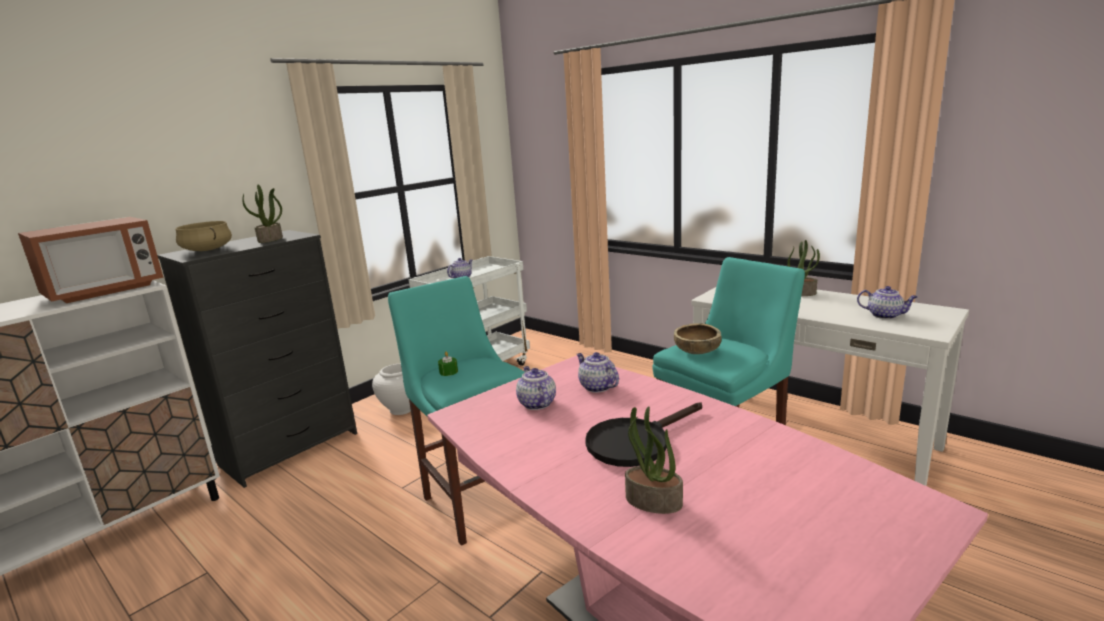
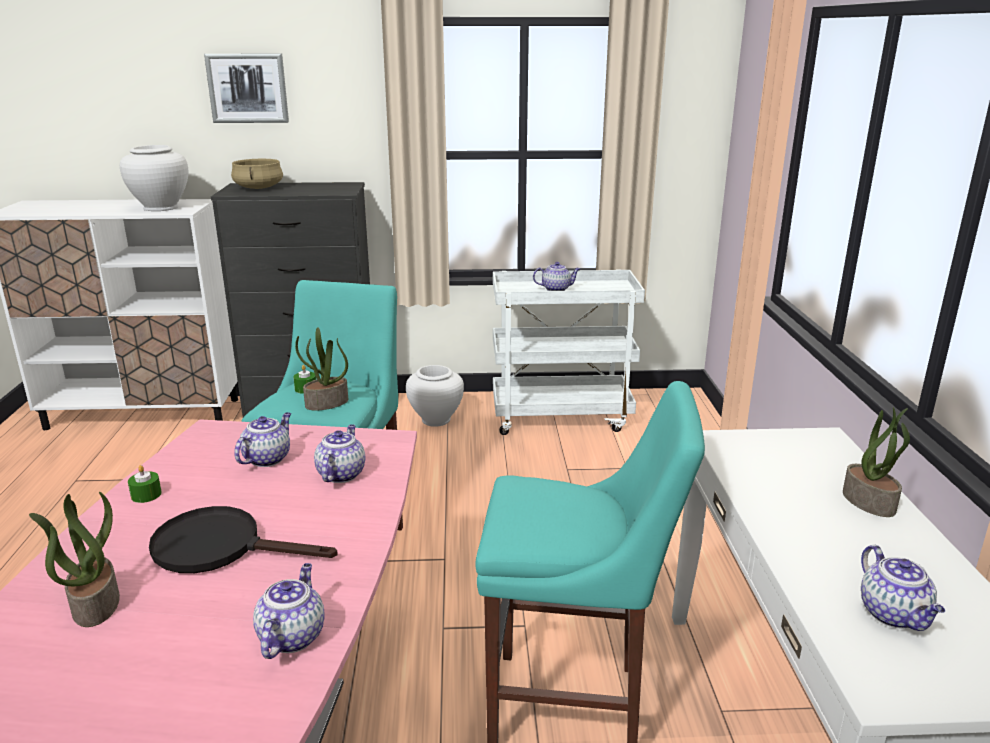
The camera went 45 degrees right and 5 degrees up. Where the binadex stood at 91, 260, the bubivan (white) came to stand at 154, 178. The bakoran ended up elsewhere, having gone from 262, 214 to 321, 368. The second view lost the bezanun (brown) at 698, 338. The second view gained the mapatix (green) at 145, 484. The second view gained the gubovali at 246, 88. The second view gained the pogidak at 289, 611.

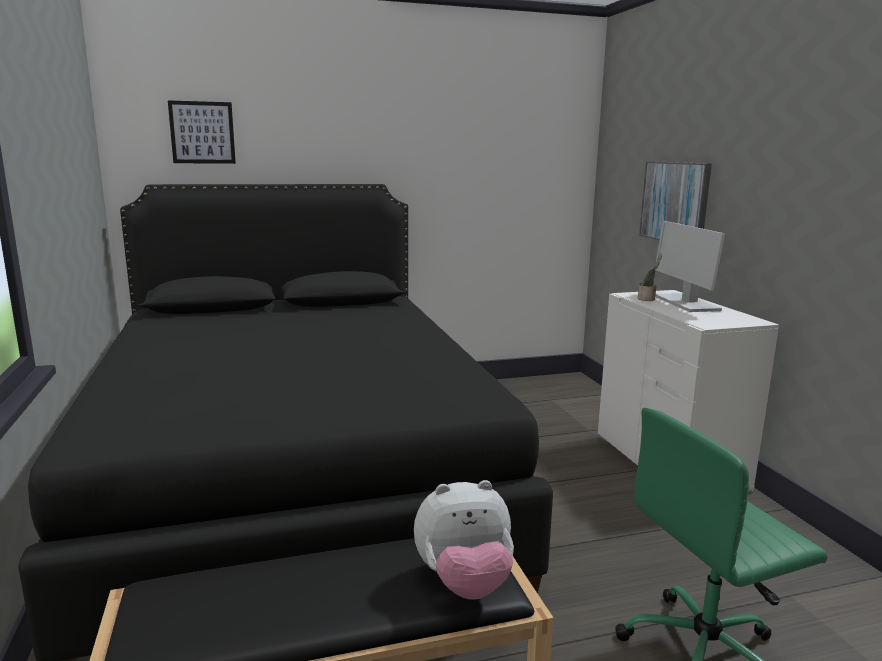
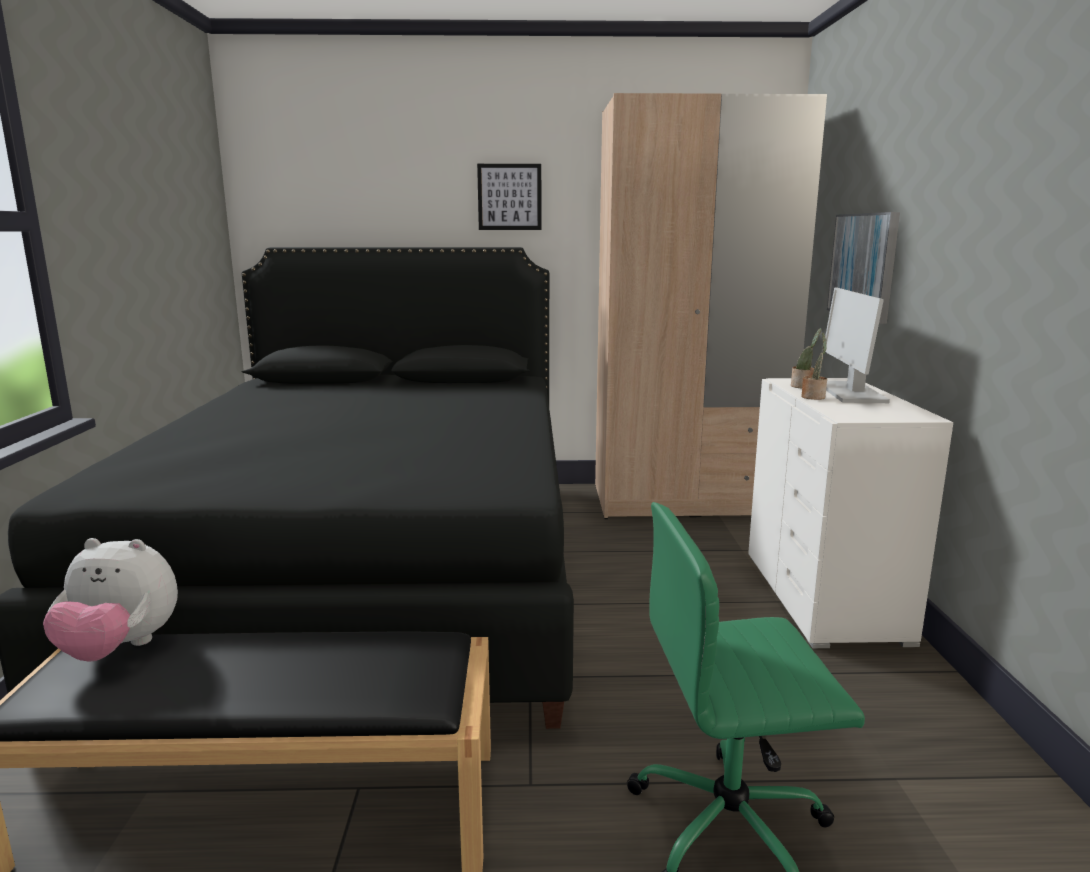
The camera went 15 degrees right and 0 degrees up. The gubovali ended up elsewhere, having gone from 202, 132 to 509, 197. The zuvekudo ended up elsewhere, having gone from 464, 540 to 110, 600. The second view gained the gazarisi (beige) at 711, 306. The second view gained the bakoran at 814, 366.

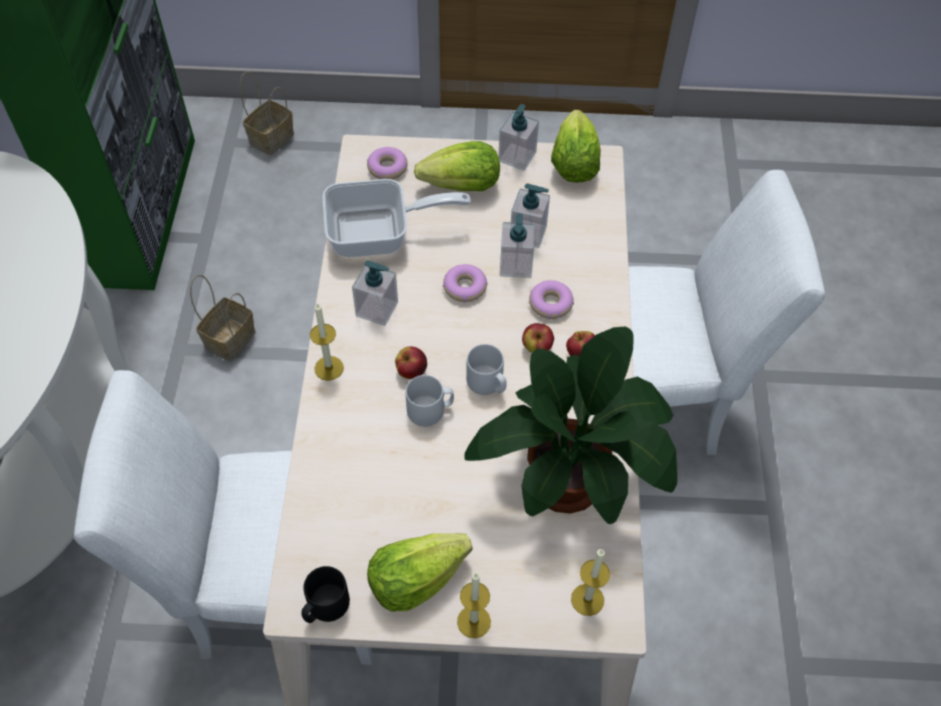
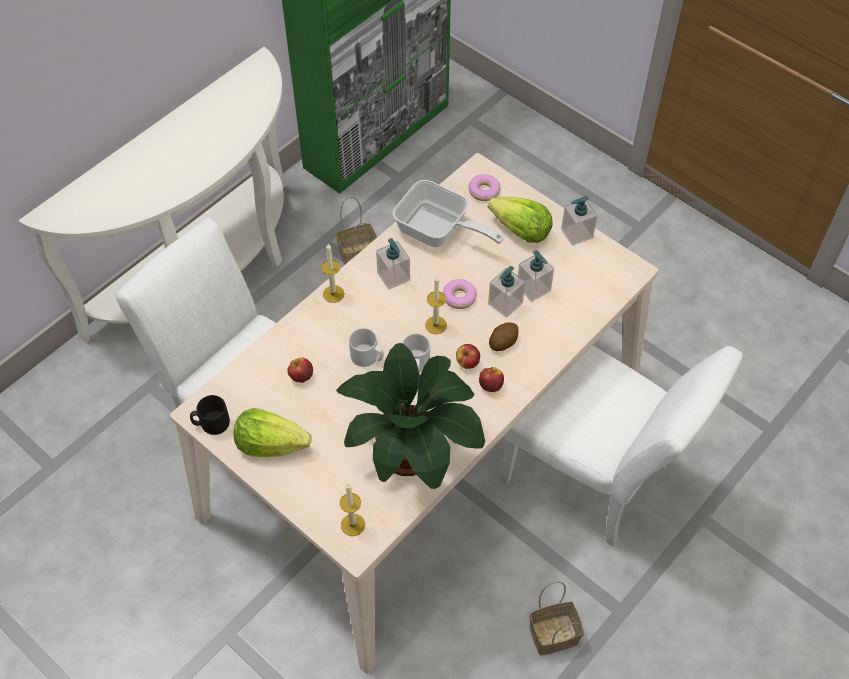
The camera went 40 degrees right and 0 degrees up. The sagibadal ended up elsewhere, having gone from 267, 113 to 557, 618. The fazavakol ended up elsewhere, having gone from 411, 362 to 300, 370. The mapatix ended up elsewhere, having gone from 474, 605 to 436, 305. Where the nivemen stood at 551, 299, the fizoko came to stand at 504, 336. The second view lost the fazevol at 576, 146.

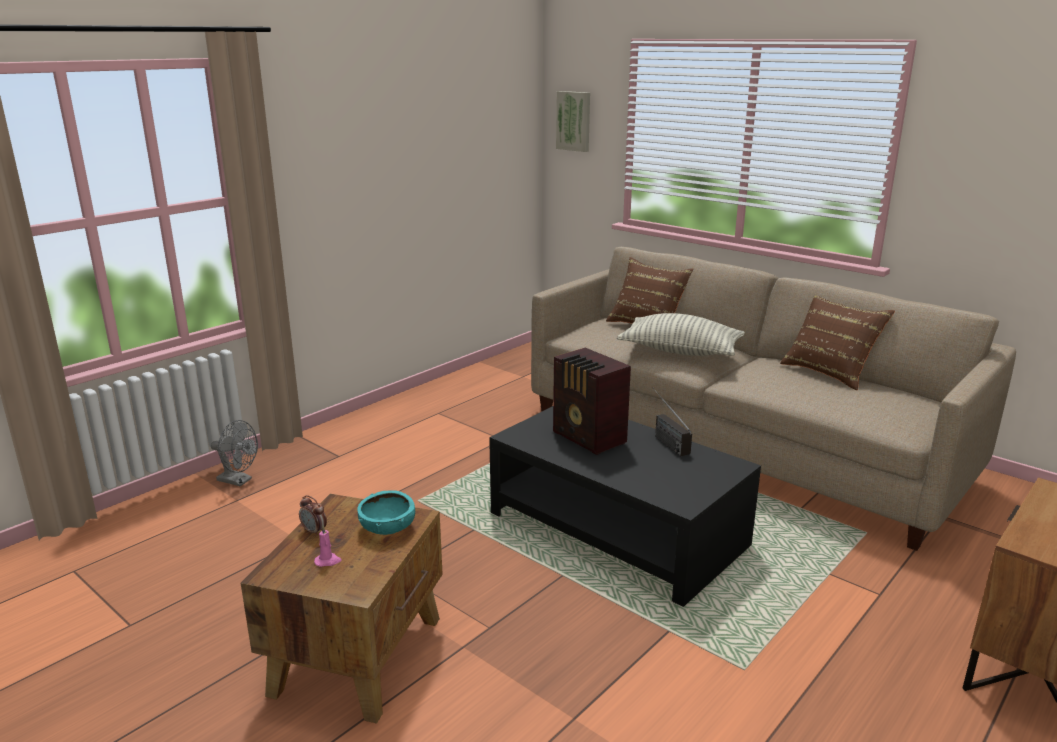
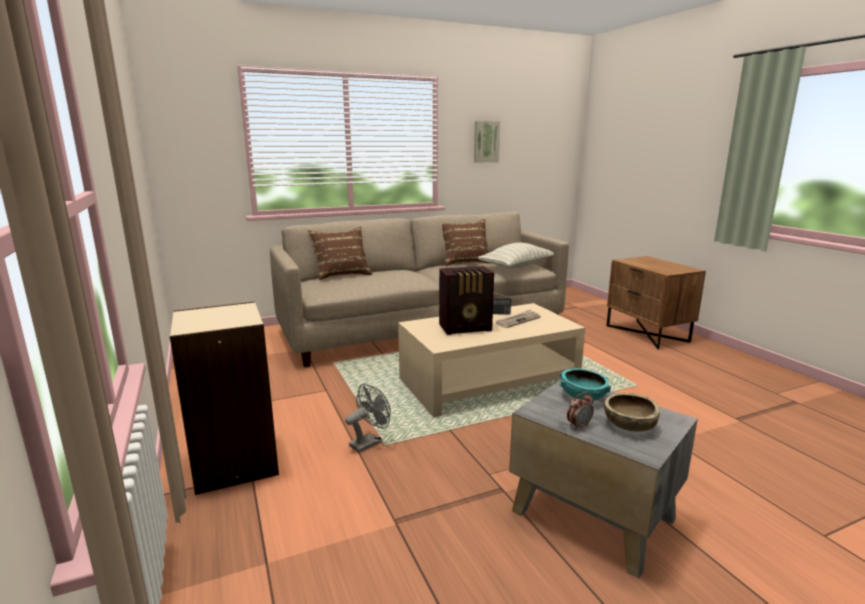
The camera went 65 degrees left and 5 degrees down. The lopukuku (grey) ended up elsewhere, having gone from 234, 453 to 368, 418. What was the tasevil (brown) at 342, 609 turned into the tasevil (grey) at 603, 479. Where the mapatix (pink) stood at 328, 546, the bezanun (brown) came to stand at 631, 412. What was the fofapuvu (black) at 625, 506 turned into the fofapuvu (beige) at 491, 360. The gubovali ended up elsewhere, having gone from 573, 121 to 487, 142. The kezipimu ended up elsewhere, having gone from 681, 334 to 516, 256. The second view gained the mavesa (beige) at 224, 398. The second view gained the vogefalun at 518, 319.

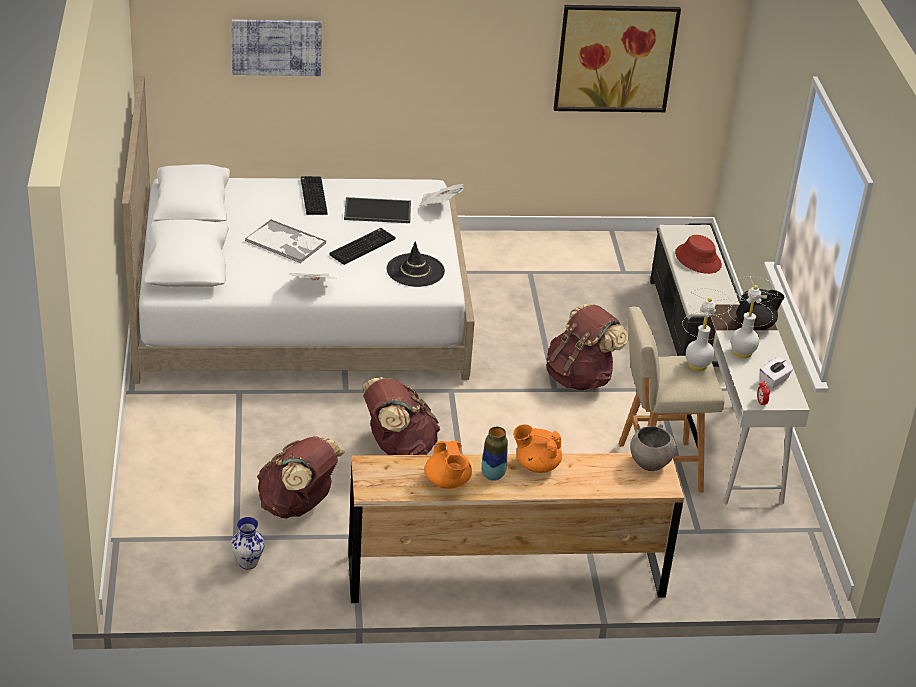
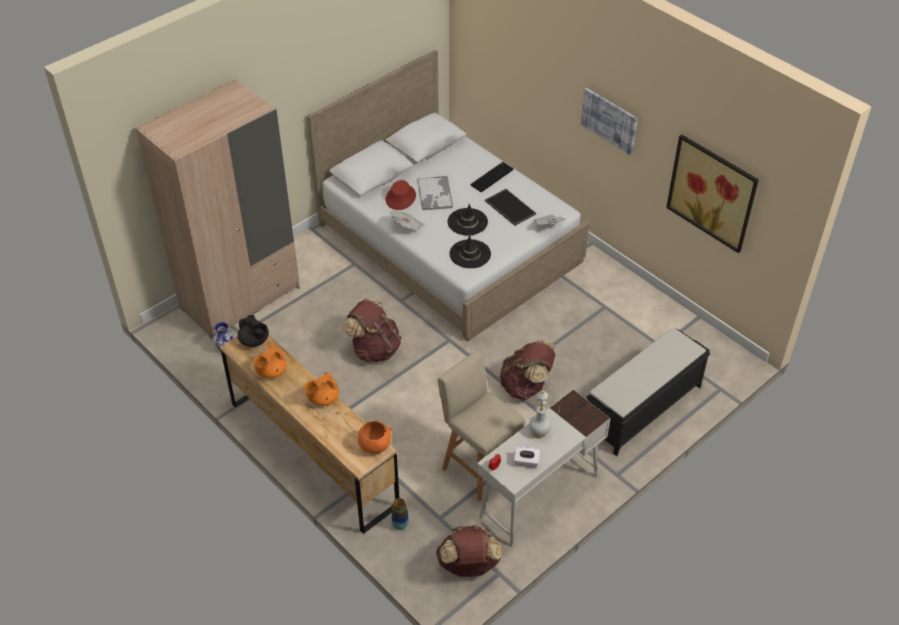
The camera went 55 degrees right and 10 degrees up. The gubovali ended up elsewhere, having gone from 276, 47 to 609, 121. The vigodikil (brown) ended up elsewhere, having gone from 301, 477 to 469, 551. Where the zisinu stood at 362, 246, the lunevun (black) came to stand at 468, 219. The bubivan ended up elsewhere, having gone from 494, 454 to 400, 514. The pogidak (orange) at 537, 448 ended up facing another way, 105 degrees counterclockwise from before. What was the bezanun (grey) at 653, 447 turned into the bezanun (orange) at 375, 437. The lunevun (red) ended up elsewhere, having gone from 698, 254 to 401, 195. The second view lost the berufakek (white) at 707, 329. The pogidak (black) ended up elsewhere, having gone from 760, 309 to 253, 331. The second view gained the gazarisi (beige) at 218, 209.

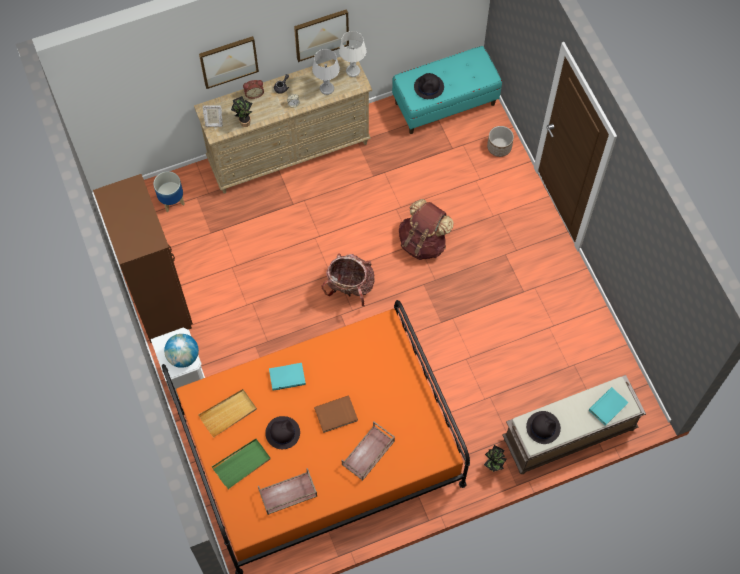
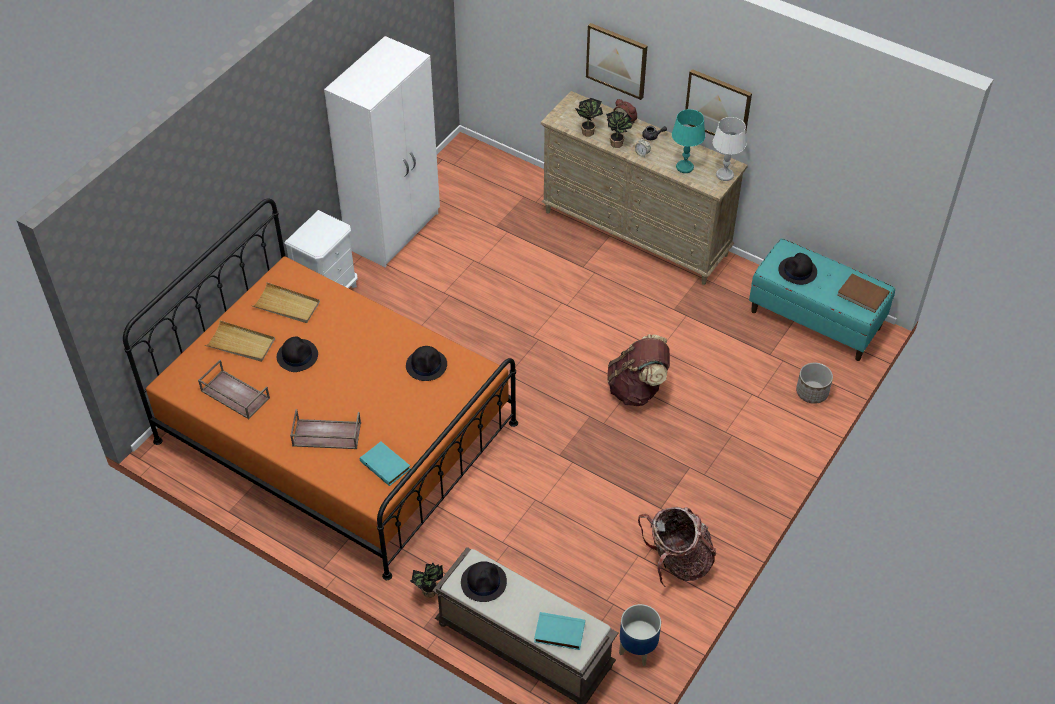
The camera went 55 degrees right and 15 degrees down. What was the gazarisi (brown) at 143, 258 turned into the gazarisi (white) at 382, 151. The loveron ended up elsewhere, having gone from 169, 191 to 640, 635. The second view lost the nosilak at 181, 351. The second view lost the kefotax at 212, 116. What was the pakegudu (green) at 241, 464 turned into the pakegudu (beige) at 240, 341. The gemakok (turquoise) ended up elsewhere, having gone from 287, 377 to 385, 463. What was the berufakek (grey) at 326, 72 turned into the berufakek (turquoise) at 688, 141. The gemakok (brown) ended up elsewhere, having gone from 336, 414 to 863, 293. The vigodikil ended up elsewhere, having gone from 348, 279 to 677, 547. The second view gained the lunevun (black) at 426, 363. The second view gained the bakoran at 620, 129.

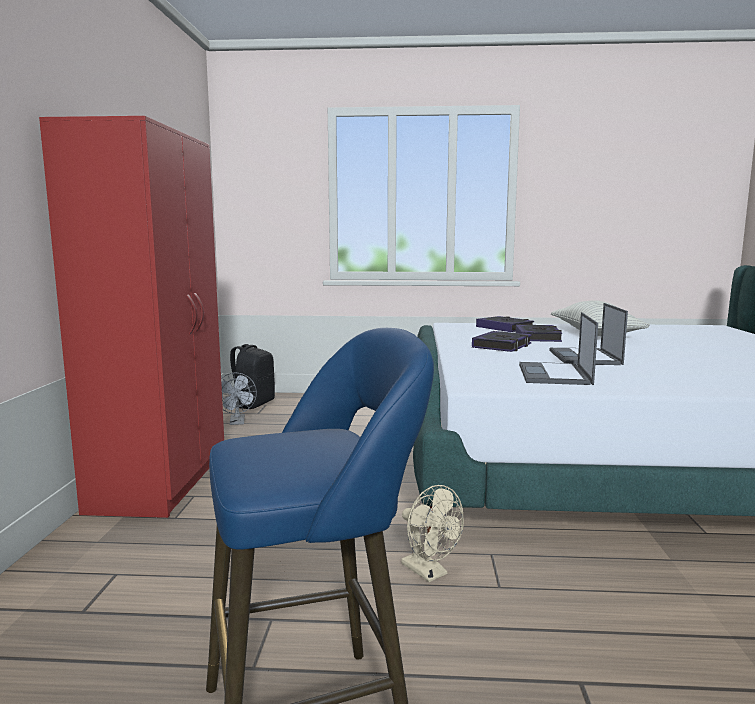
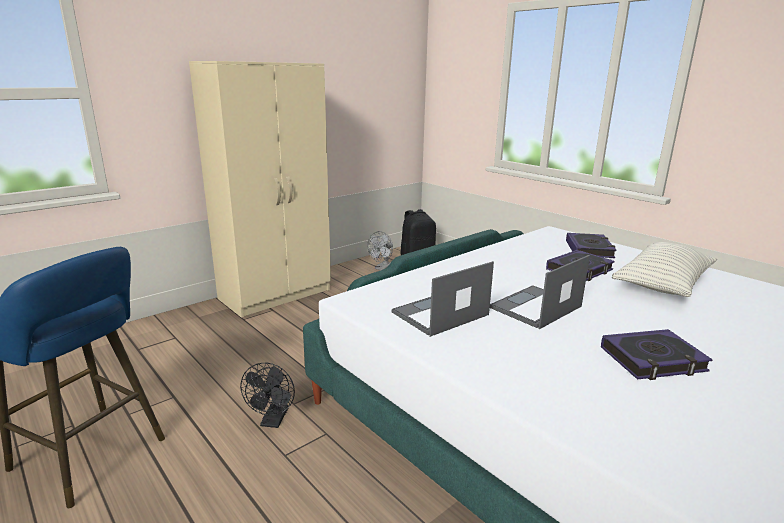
The camera went 45 degrees right and 10 degrees up. What was the gazarisi (red) at 131, 317 turned into the gazarisi (beige) at 260, 189. What was the lopukuku (beige) at 432, 533 turned into the lopukuku (black) at 267, 395. The gemakok ended up elsewhere, having gone from 502, 341 to 657, 354.

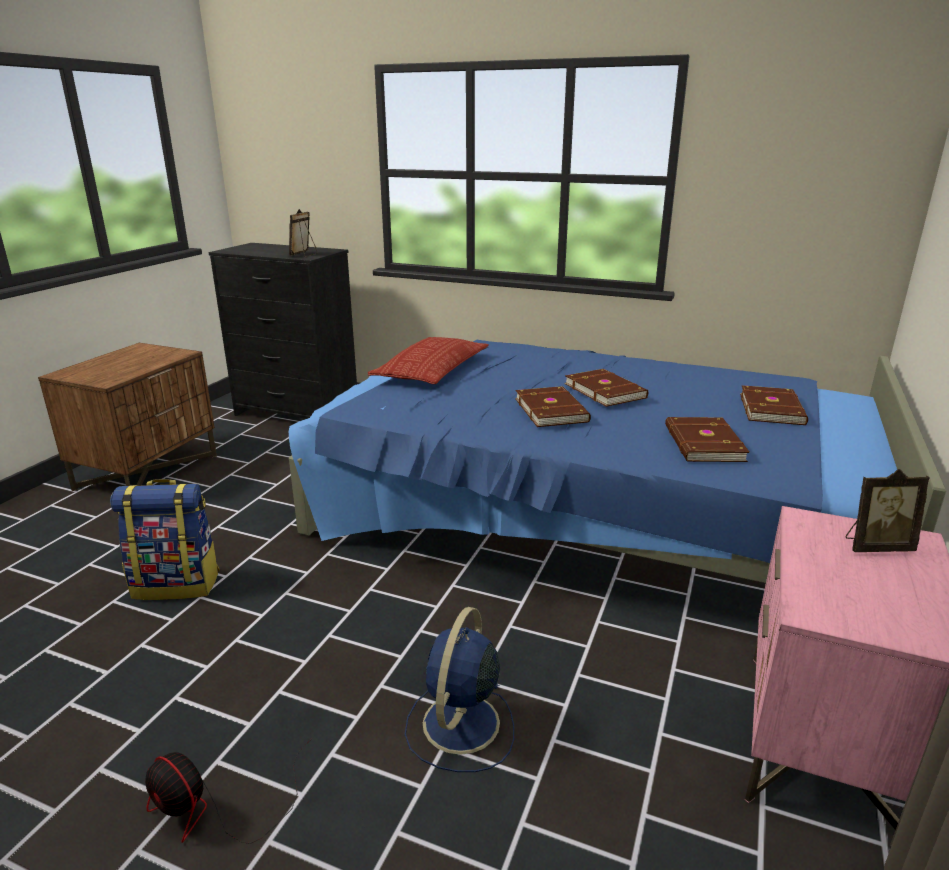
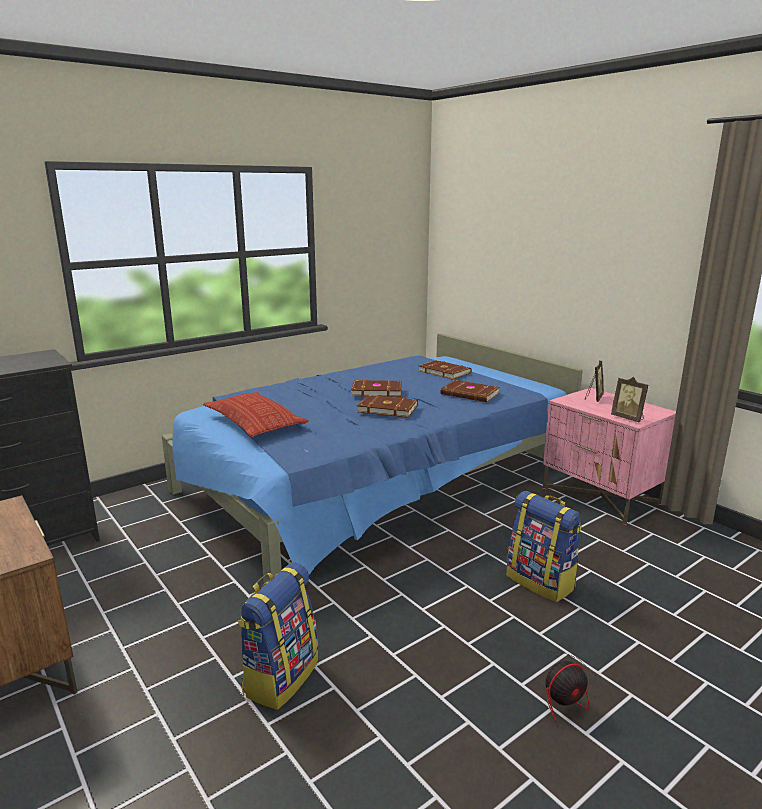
The camera went 60 degrees left and 5 degrees down. The kefotax ended up elsewhere, having gone from 303, 233 to 629, 399. Where the lopukuku (blue) stood at 459, 689, the vigodikil came to stand at 544, 546.

